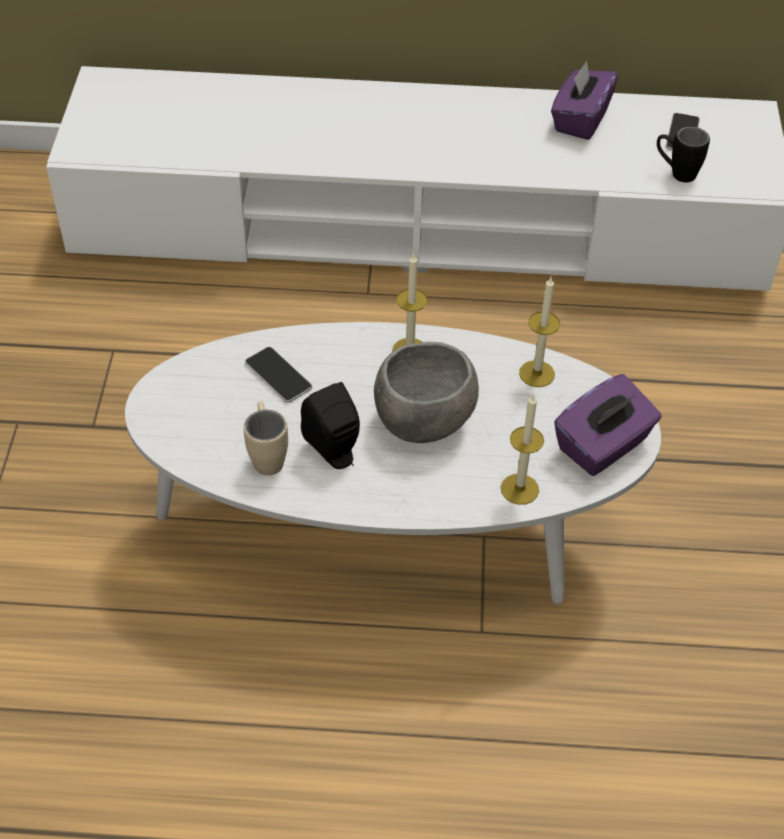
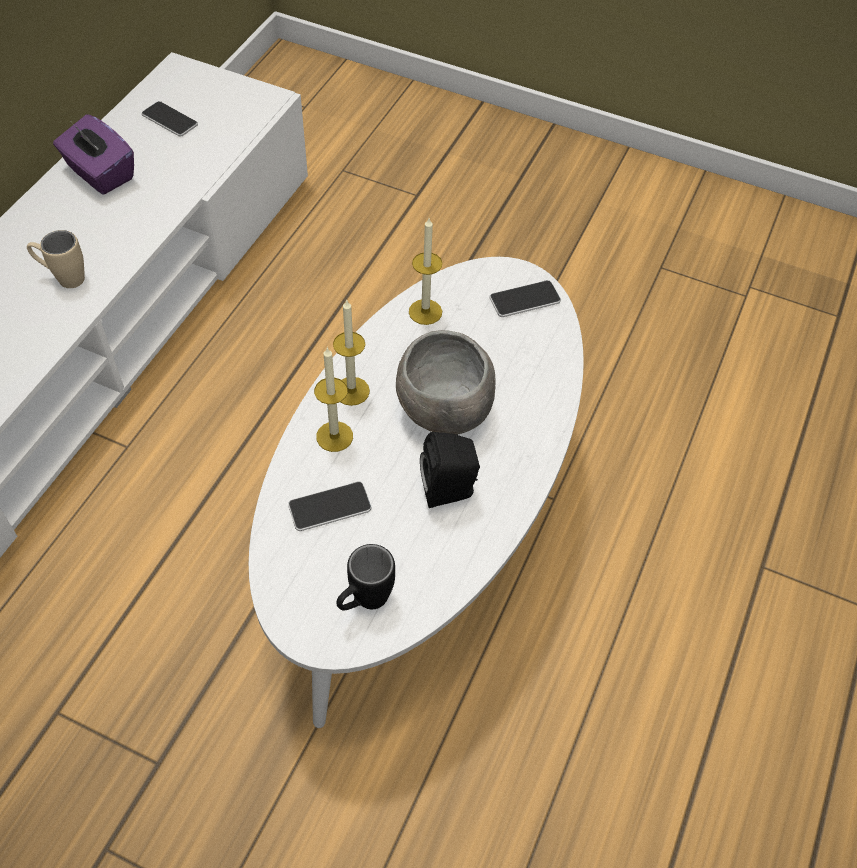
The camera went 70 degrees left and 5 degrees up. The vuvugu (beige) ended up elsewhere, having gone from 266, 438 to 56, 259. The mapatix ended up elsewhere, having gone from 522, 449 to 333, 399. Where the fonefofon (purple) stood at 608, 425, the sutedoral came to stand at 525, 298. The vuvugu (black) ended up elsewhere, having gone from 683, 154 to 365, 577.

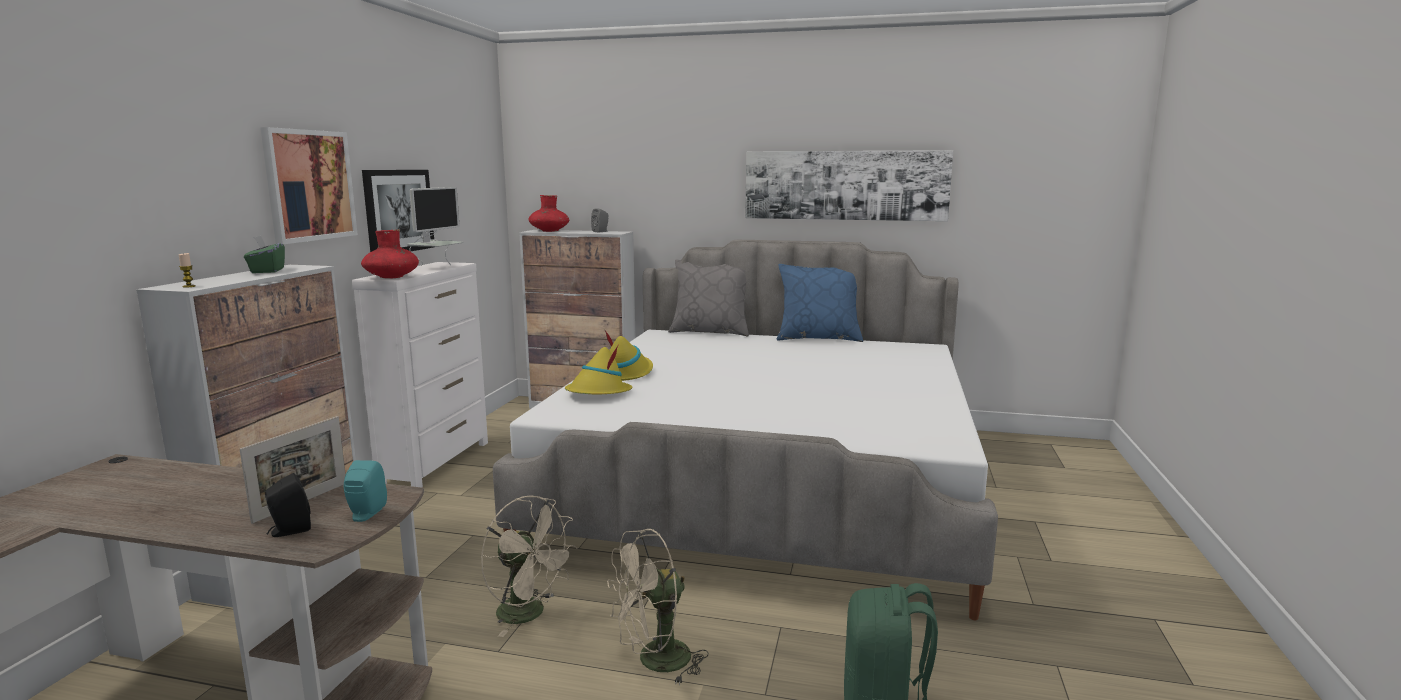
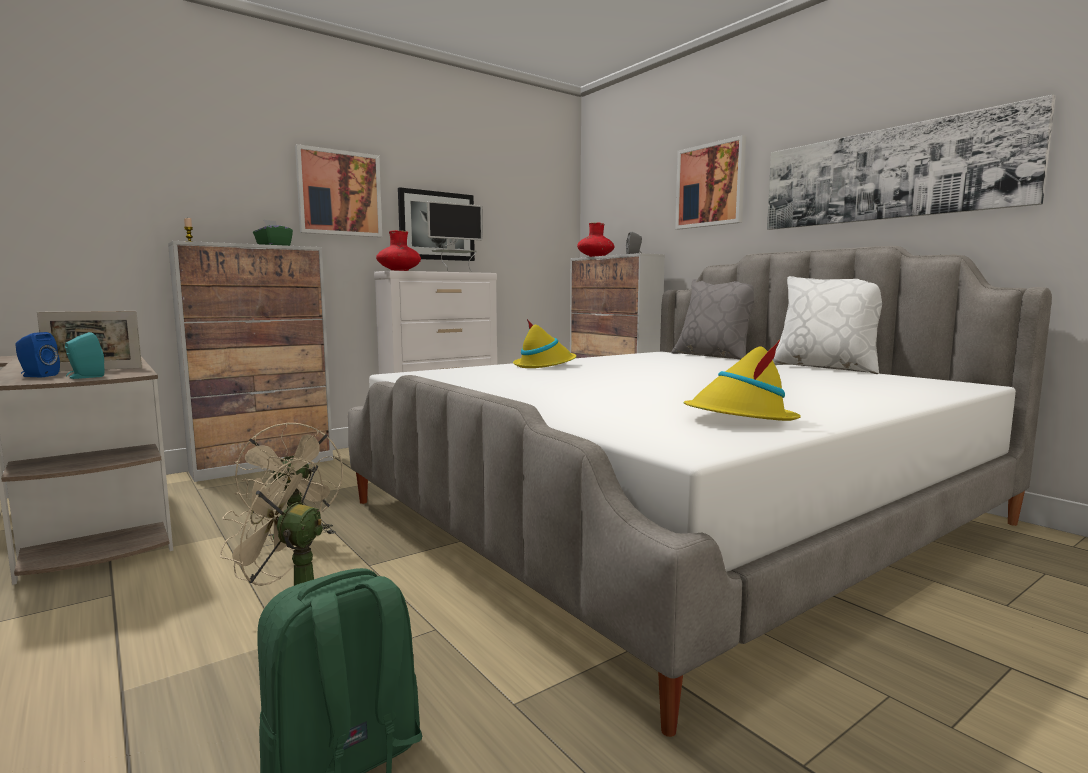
The camera went 40 degrees right and 5 degrees down. What was the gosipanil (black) at 288, 505 turned into the gosipanil (blue) at 37, 354. The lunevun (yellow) ended up elsewhere, having gone from 599, 369 to 742, 380. What was the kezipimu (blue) at 820, 303 turned into the kezipimu (white) at 827, 325. The second view gained the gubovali at 710, 182.

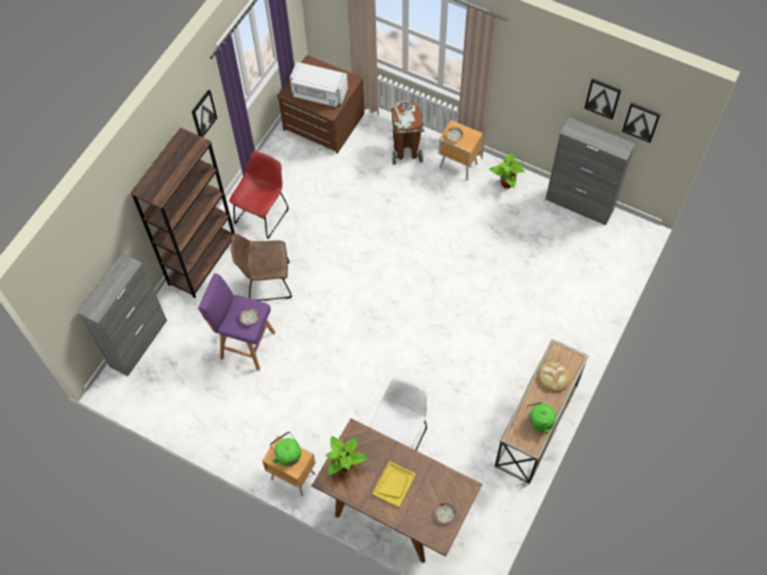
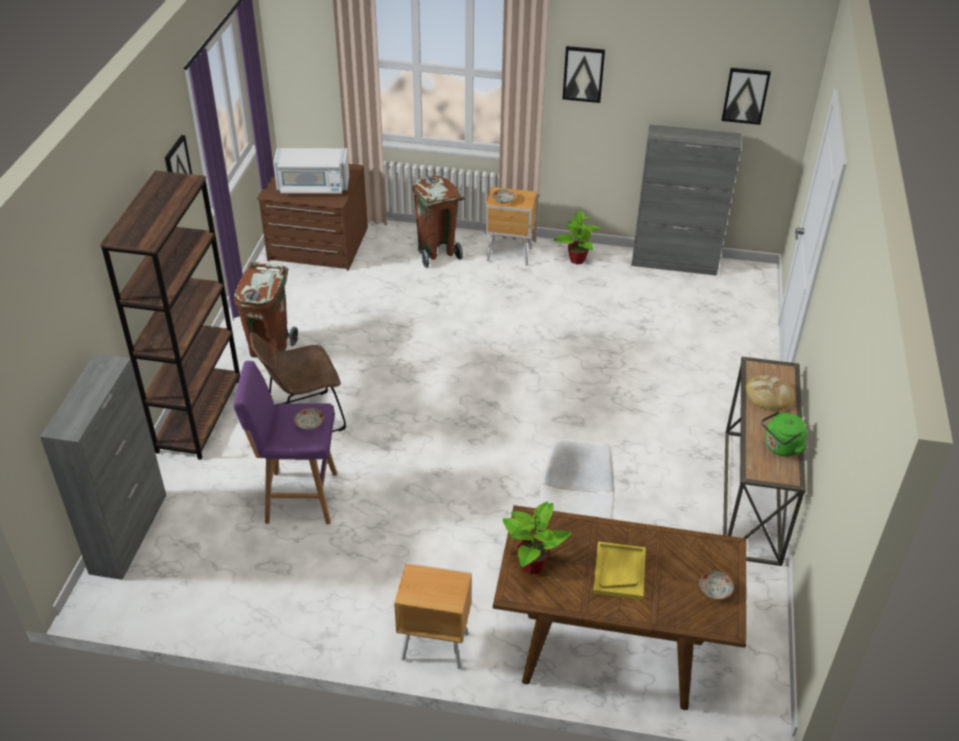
The camera went 20 degrees left and 20 degrees down. Where the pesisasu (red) stood at 259, 195, the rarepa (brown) came to stand at 266, 309. The second view lost the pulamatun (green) at 285, 449. The gubovali ended up elsewhere, having gone from 602, 99 to 584, 74.

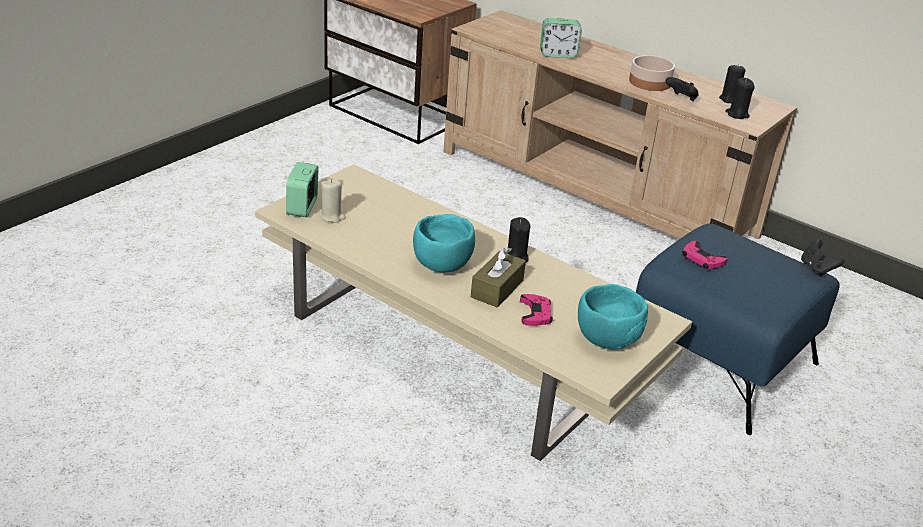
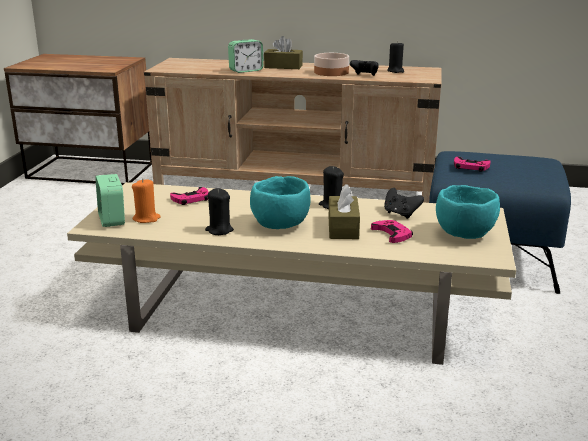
The camera went 25 degrees left and 10 degrees down. What was the mapatix (beige) at 332, 201 turned into the mapatix (orange) at 146, 201. The mapatix (black) ended up elsewhere, having gone from 740, 98 to 219, 211. The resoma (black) ended up elsewhere, having gone from 823, 258 to 404, 203. The second view gained the resoma (pink) at 189, 196. The second view gained the fonefofon (brown) at 283, 52.

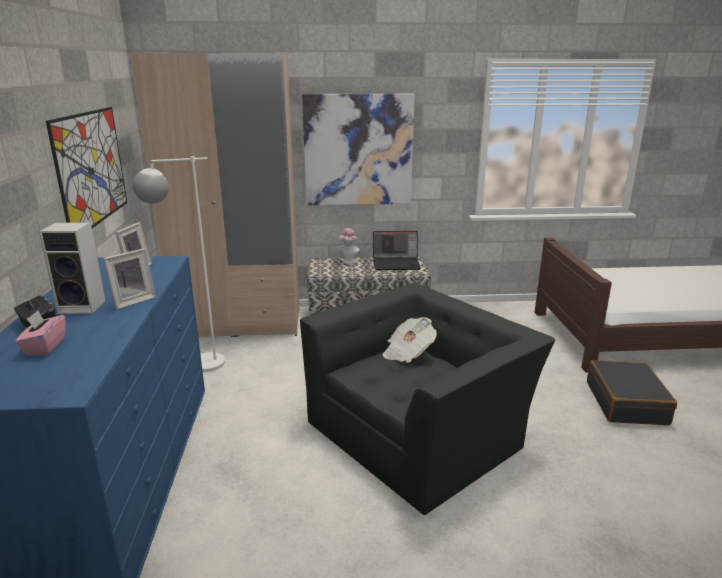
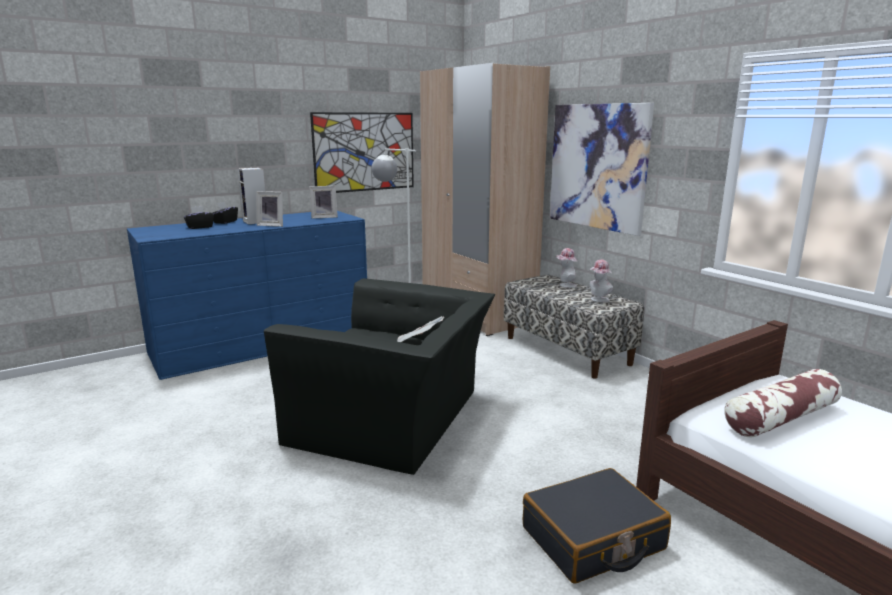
The camera went 60 degrees right and 5 degrees down. What was the fonefofon (pink) at 40, 333 turned into the fonefofon (black) at 199, 217. Where the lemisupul stood at 397, 250, the lunevun came to stand at 601, 281. The second view gained the kezipimu at 783, 403.

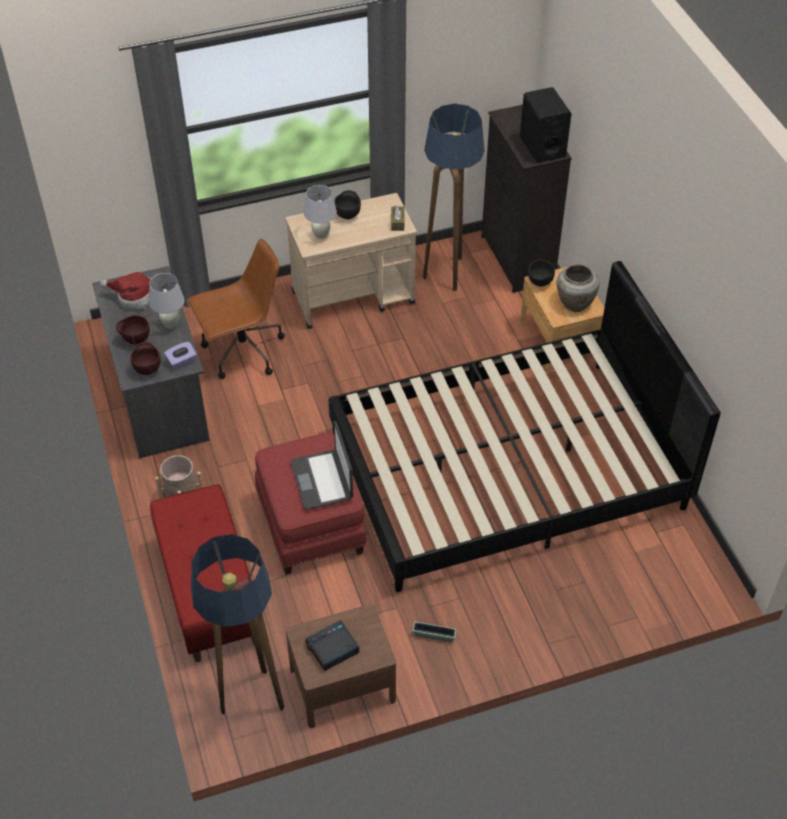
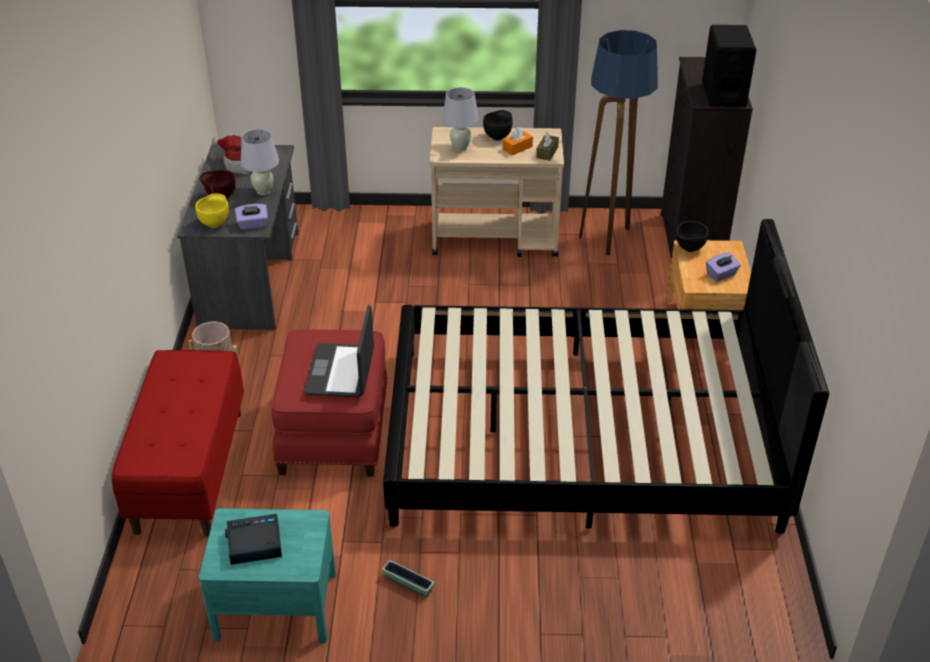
The camera went 20 degrees right and 10 degrees down. What was the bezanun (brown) at 145, 358 turned into the bezanun (yellow) at 212, 210. The second view lost the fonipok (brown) at 236, 308. The second view lost the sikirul at 237, 624. What was the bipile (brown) at 341, 666 turned into the bipile (turquoise) at 267, 576. Where the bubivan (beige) stood at 578, 288, the fonefofon (purple) came to stand at 723, 267. The second view gained the fonefofon (orange) at 518, 141.

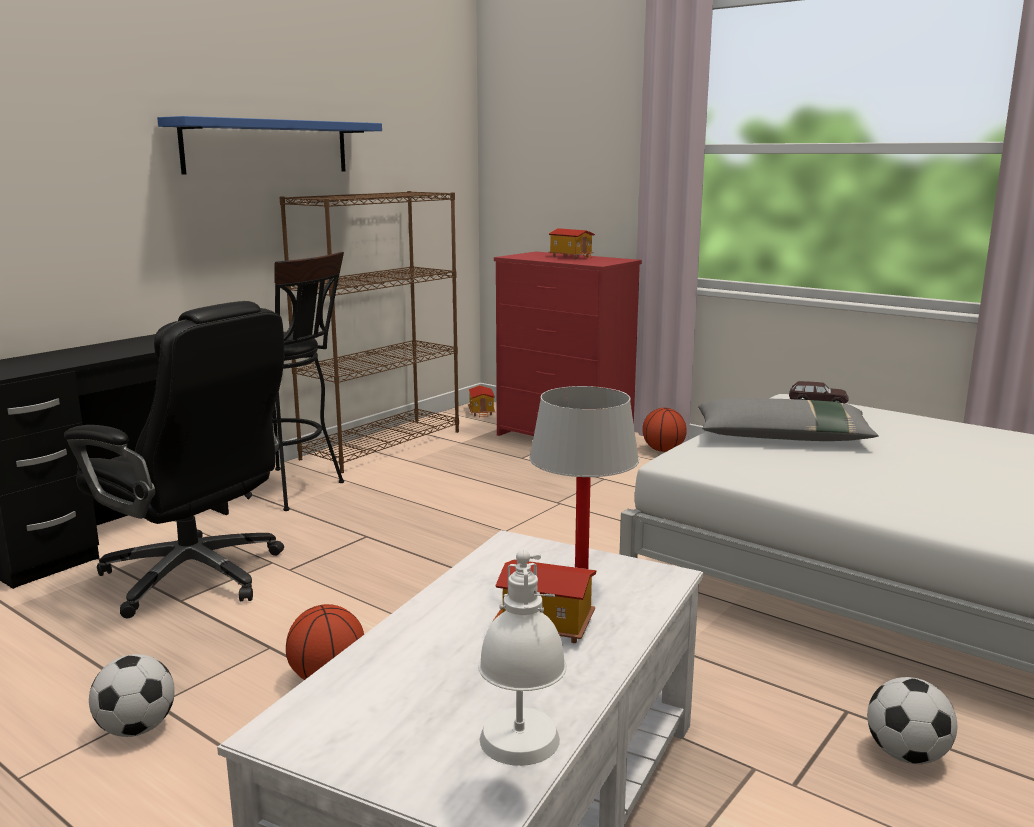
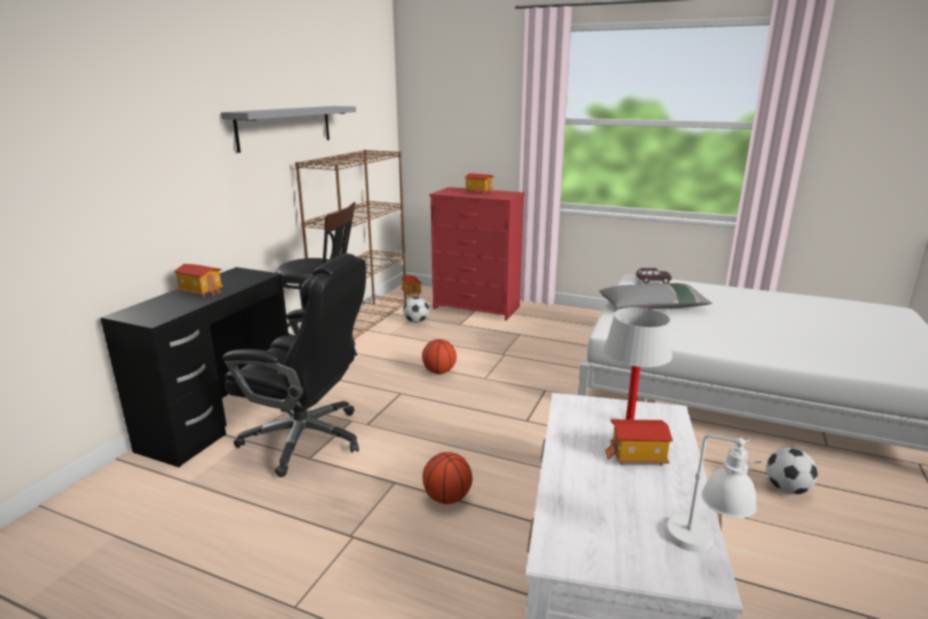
The camera went 15 degrees left and 5 degrees up. The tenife ended up elsewhere, having gone from 132, 695 to 416, 310. What was the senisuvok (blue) at 269, 145 turned into the senisuvok (grey) at 288, 129. The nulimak ended up elsewhere, having gone from 664, 430 to 439, 356. The second view gained the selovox at 199, 280.

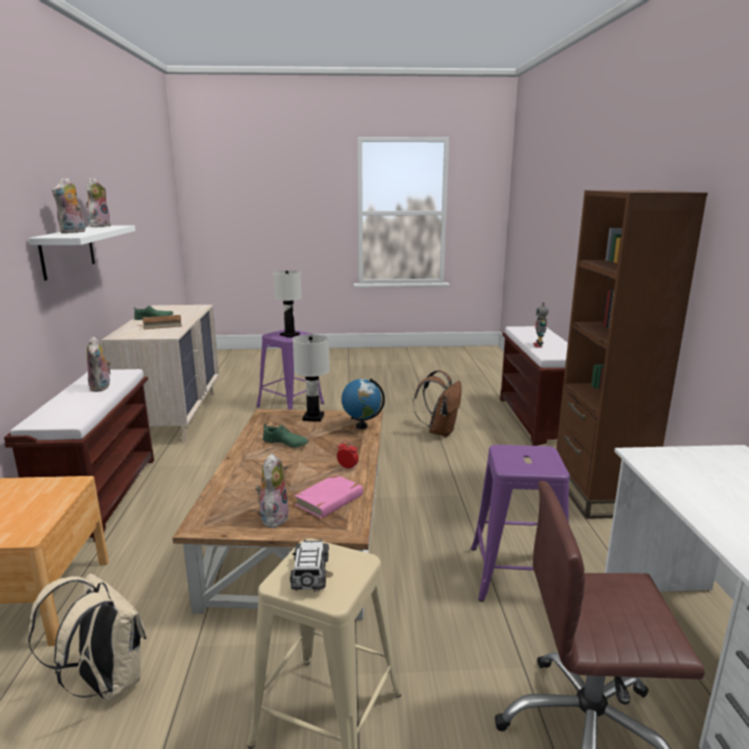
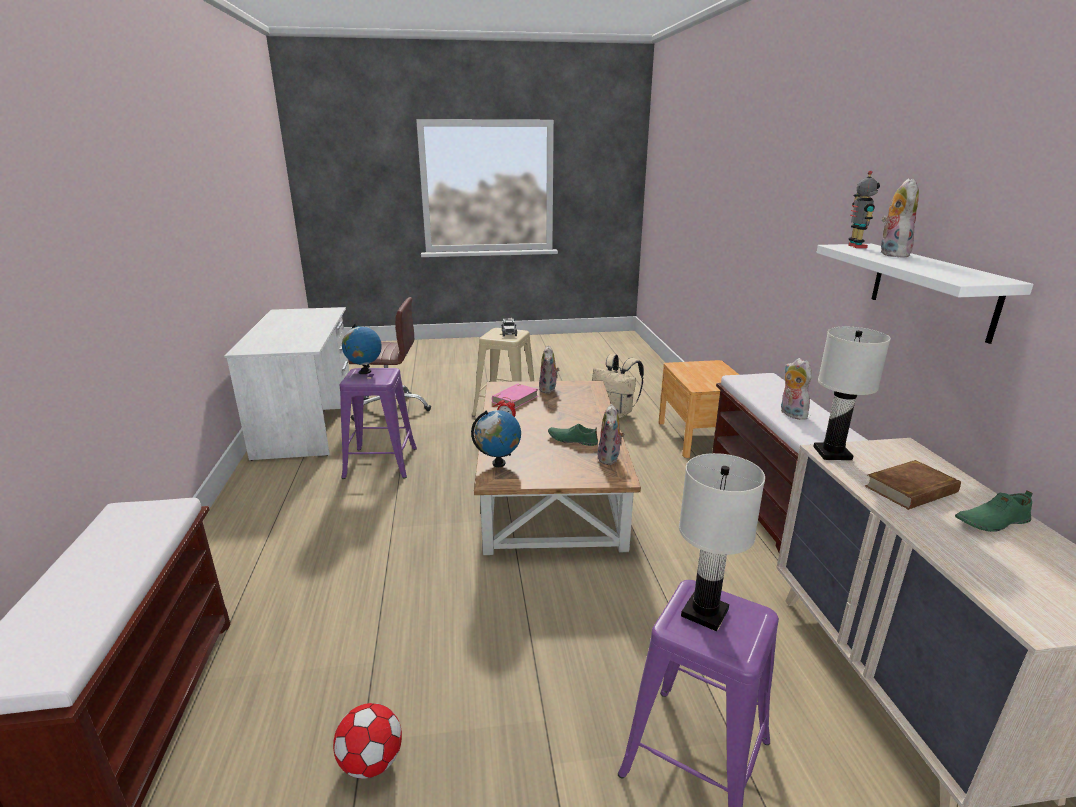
The camera went 175 degrees right and 5 degrees up. The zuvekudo ended up elsewhere, having gone from 98, 202 to 611, 434. The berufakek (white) ended up elsewhere, having gone from 311, 378 to 852, 393. The second view lost the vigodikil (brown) at 437, 403. The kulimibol ended up elsewhere, having gone from 541, 324 to 864, 209. The second view lost the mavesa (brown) at 632, 354. The second view gained the tenife at 367, 741. The second view gained the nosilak at 362, 349.

